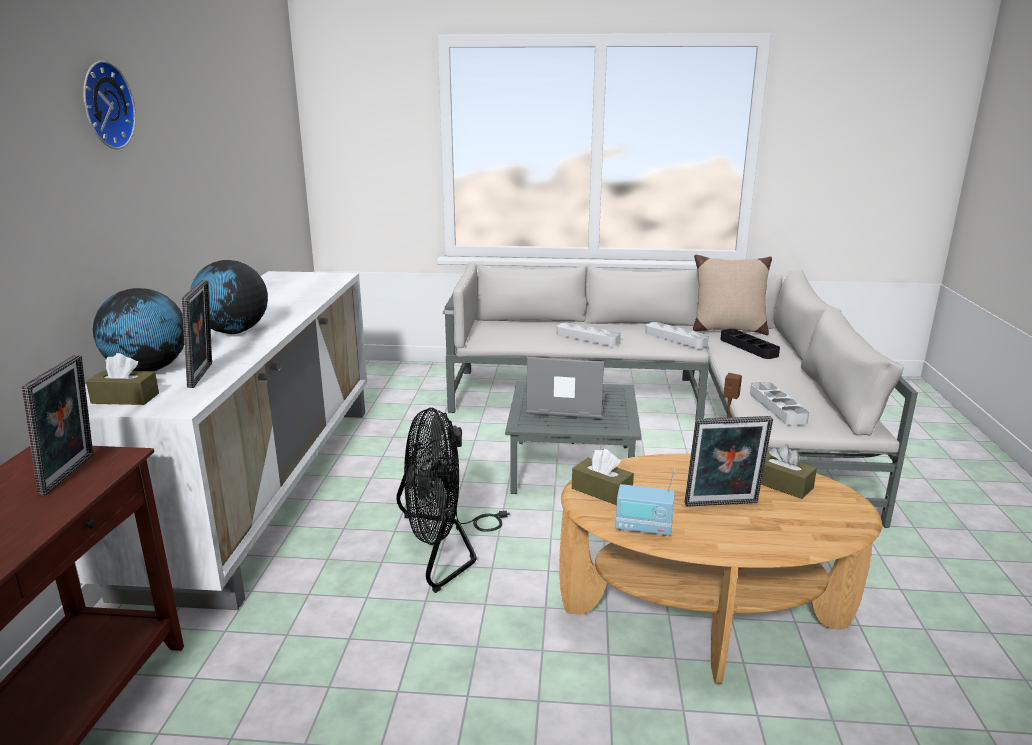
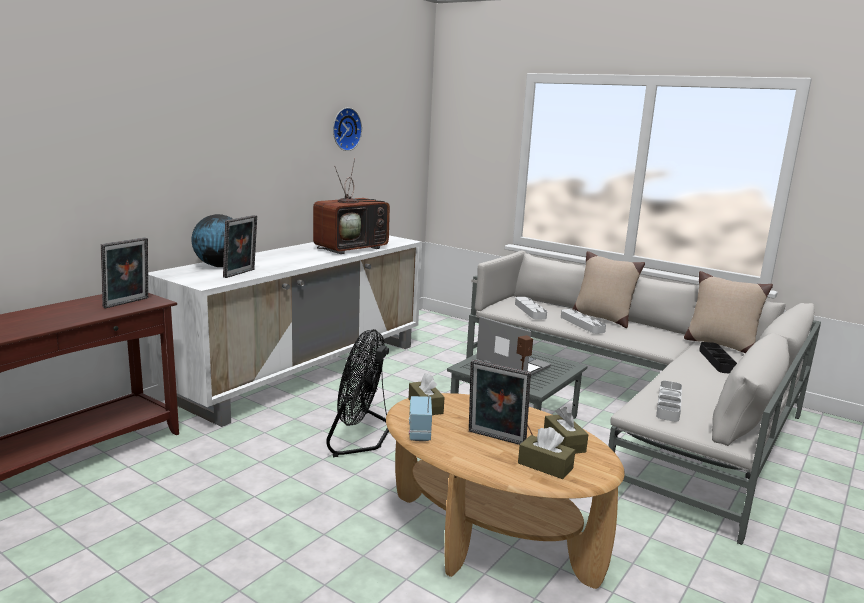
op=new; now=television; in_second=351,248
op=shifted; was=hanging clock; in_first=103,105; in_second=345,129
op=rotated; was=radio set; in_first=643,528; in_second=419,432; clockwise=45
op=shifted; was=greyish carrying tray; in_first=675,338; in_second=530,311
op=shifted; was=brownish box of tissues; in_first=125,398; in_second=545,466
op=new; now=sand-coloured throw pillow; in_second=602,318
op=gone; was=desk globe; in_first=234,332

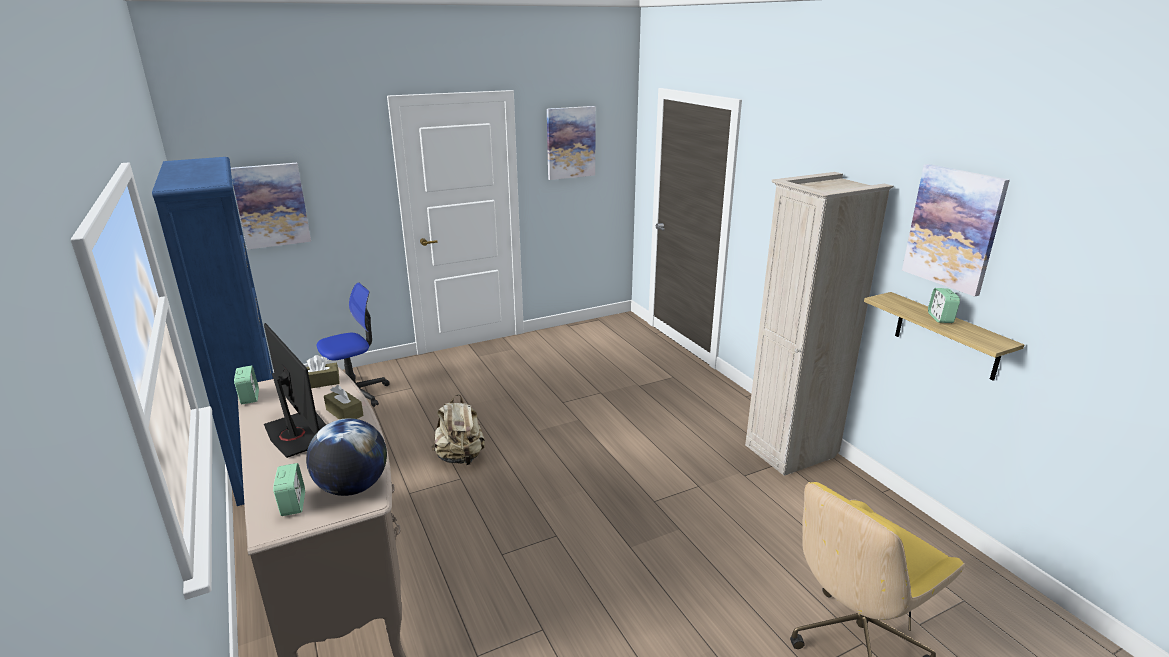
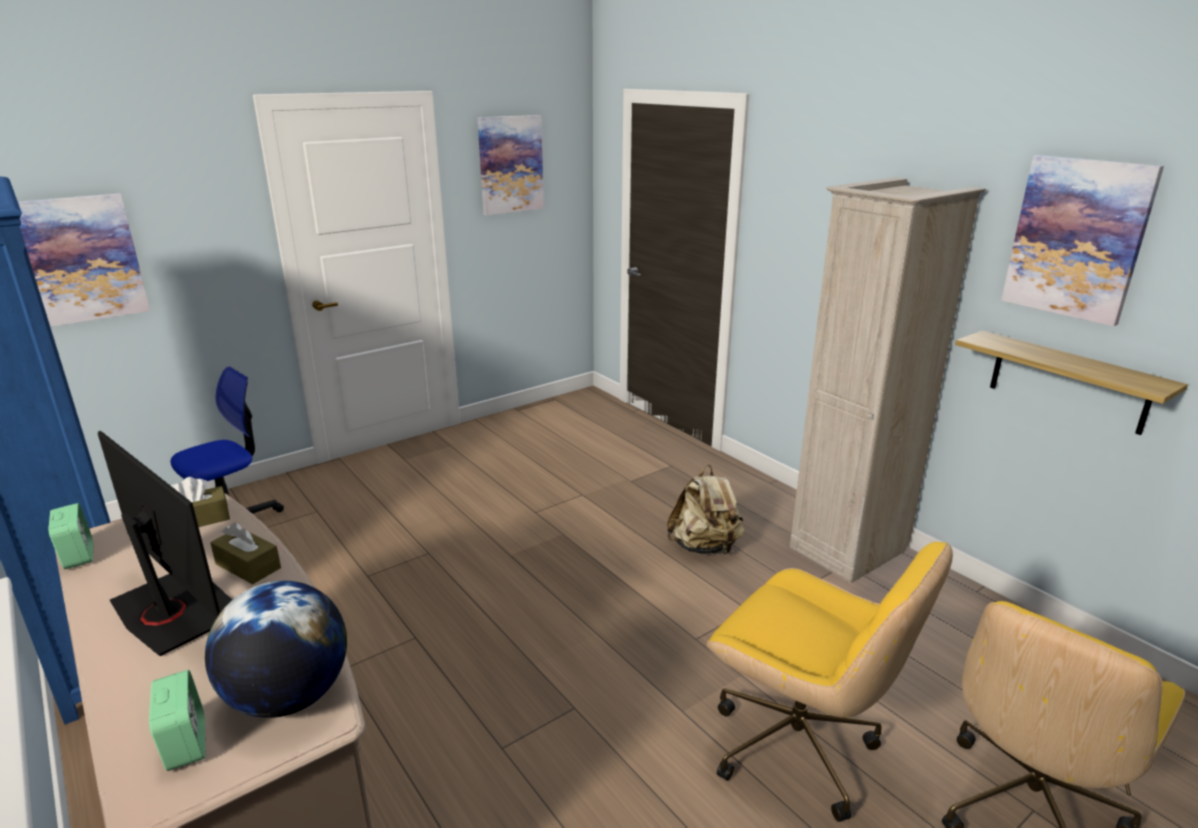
op=shifted; was=sand-coloured knapsack; in_first=460,458; in_second=704,547
op=new; now=yellow desk chair; in_second=799,753
op=gone; was=bedside clock; in_first=940,318

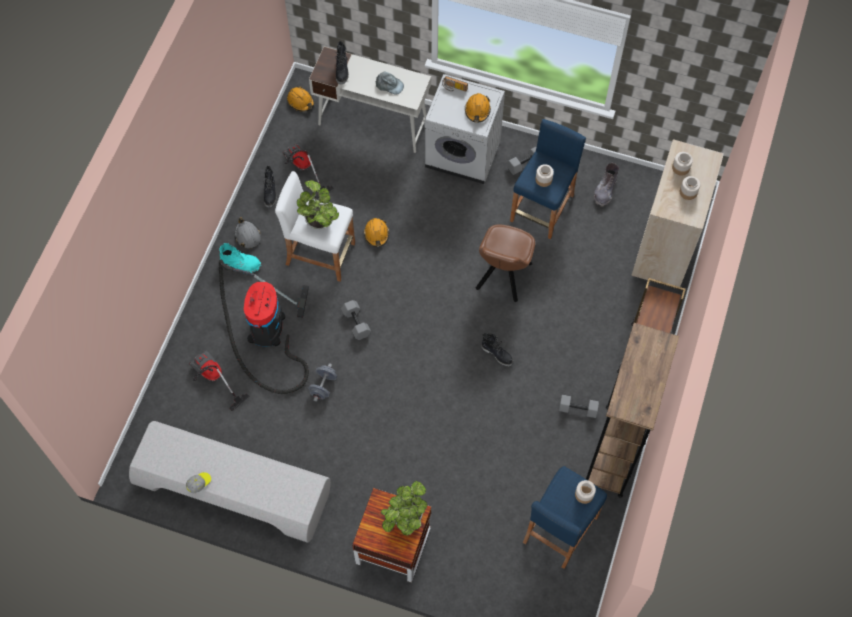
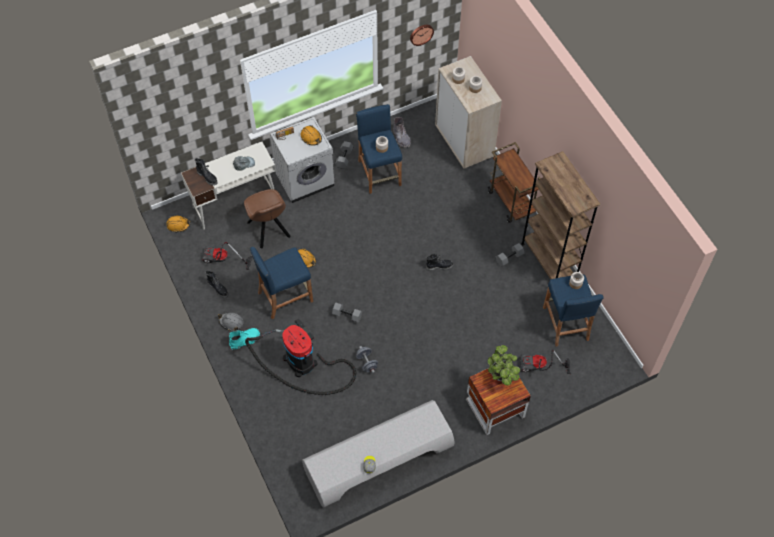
op=shifted; was=brownish chair; in_first=503,276; in_second=269,229
op=repainted; was=white-coloured stool seat; now=blue-coloured stool seat; in_first=320,254; in_second=285,296
op=new; now=hanging clock; in_second=421,34
op=shifted; was=vacuum; in_first=213,379; in_second=539,367
op=gone; was=plant in a pot; in_first=319,219

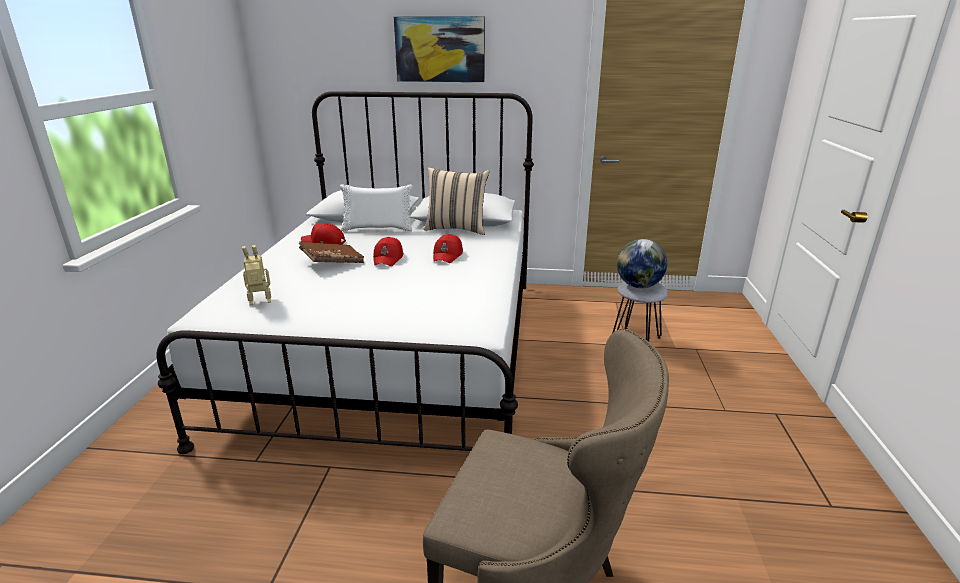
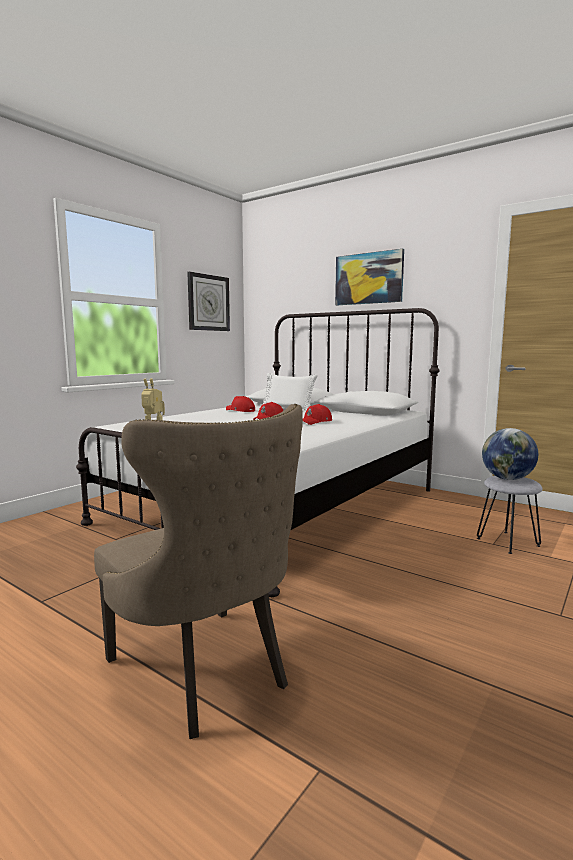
op=new; now=hanging clock; in_second=208,303
op=gone; was=brownish volume; in_first=332,262
op=gone; was=sand-coloured throw pillow; in_first=456,229

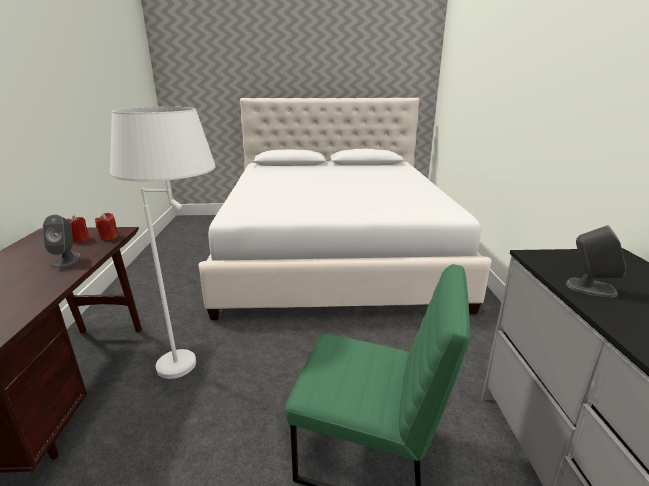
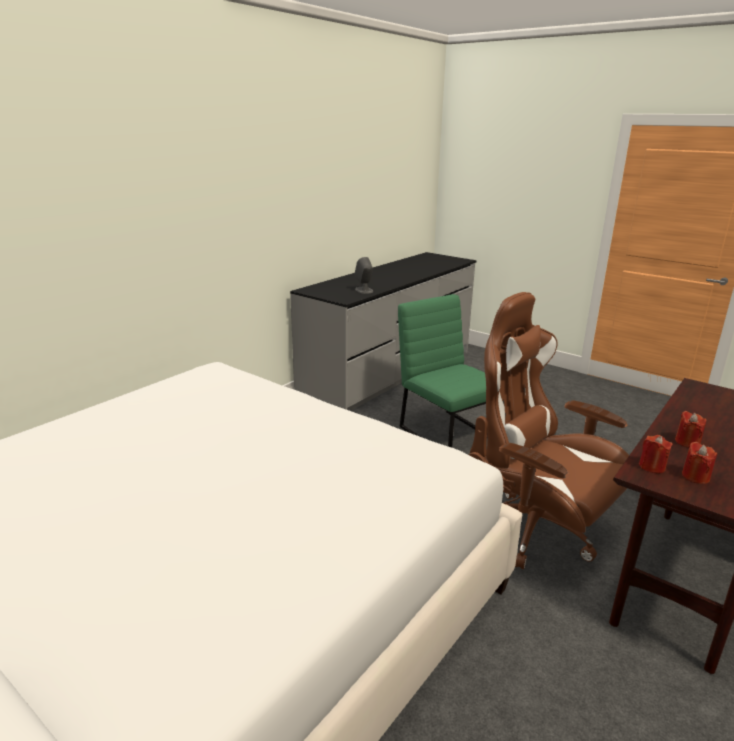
op=swapped; was=white-coloured standing lamp; now=brownish desk chair; in_first=197,366; in_second=539,534
op=swapped; was=greyish audio speaker; now=reddish candle; in_first=67,260; in_second=687,442

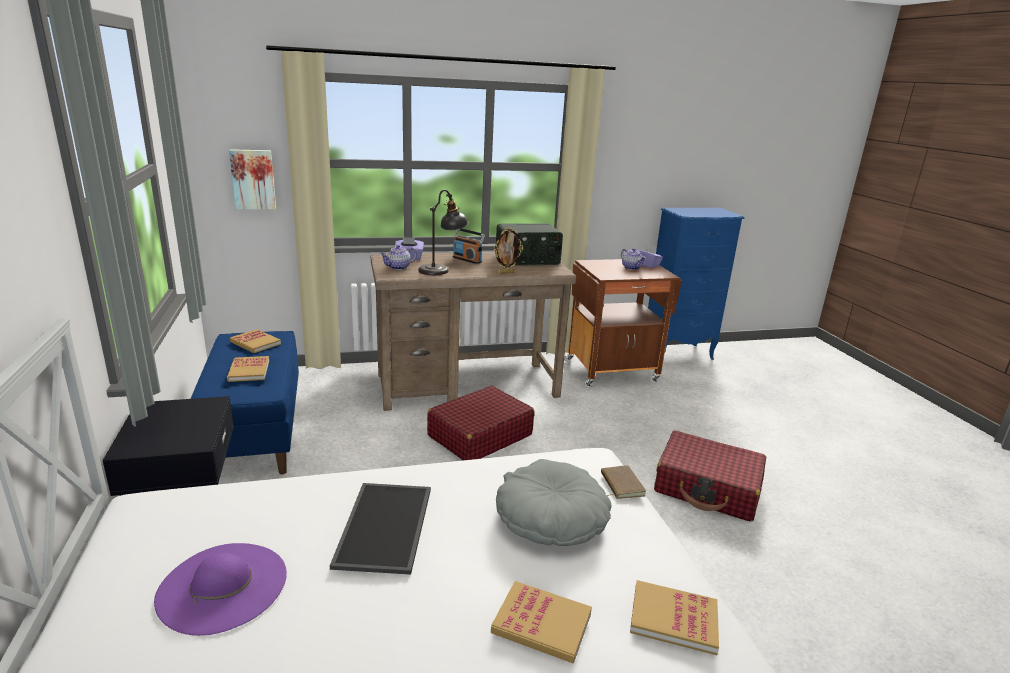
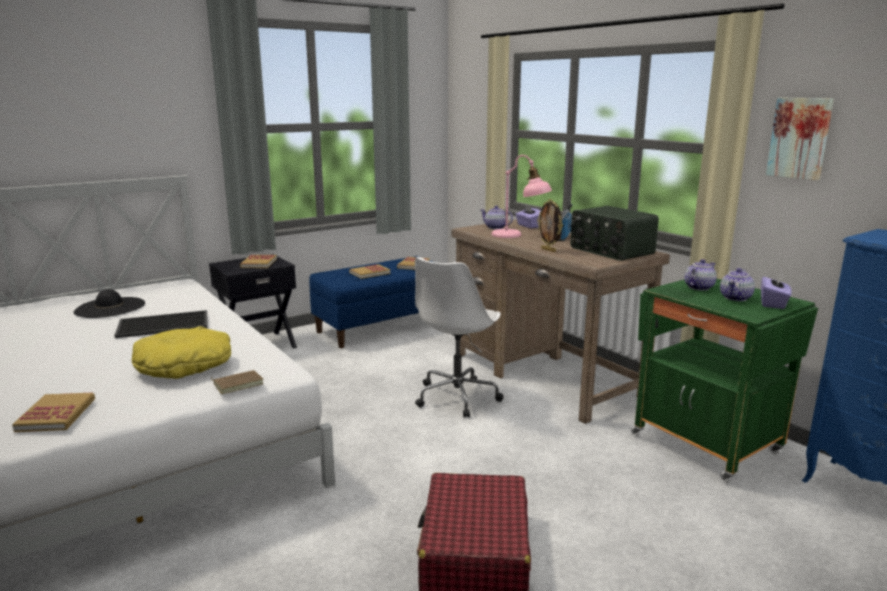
op=repainted; was=purple wearable hat; now=blackish wearable hat; in_first=222,586; in_second=110,307
op=repainted; was=greyish throw pillow; now=yellow throw pillow; in_first=549,517; in_second=184,365
op=shifted; was=volume; in_first=541,624; in_second=259,263
op=swapped; was=reddish suitcase; now=white-coloured desk chair; in_first=479,435; in_second=456,398
op=repainted; was=greyish tabletop lamp; now=pink-coloured tabletop lamp; in_first=442,268; in_second=519,235
op=repainted; was=brownish cart; now=green-coloured cart; in_first=612,371; in_second=707,446
op=new; now=teapot; in_second=698,287
op=shifted; was=wall picture; in_first=253,179; in_second=800,138

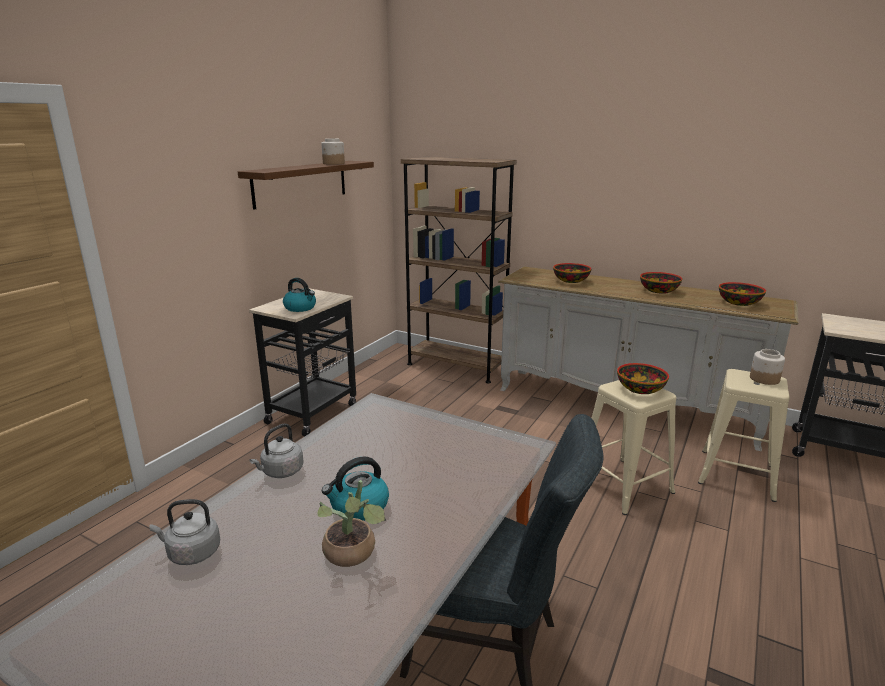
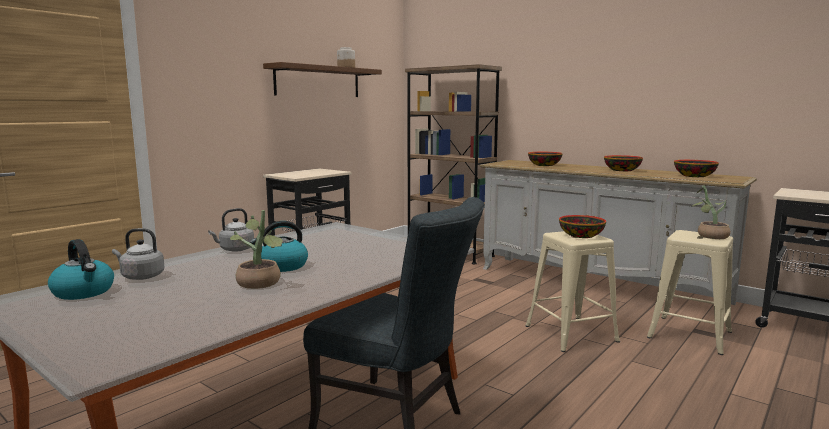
op=shifted; was=kettle; in_first=300,308; in_second=84,292
op=swapped; was=jar; now=plant in a pot; in_first=764,379; in_second=708,236

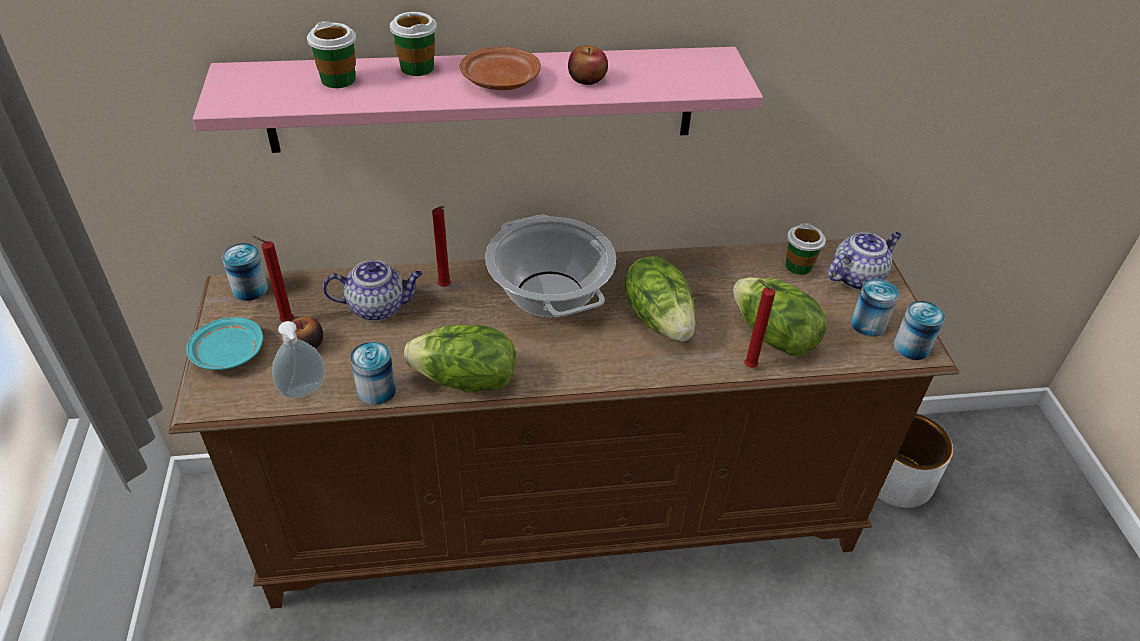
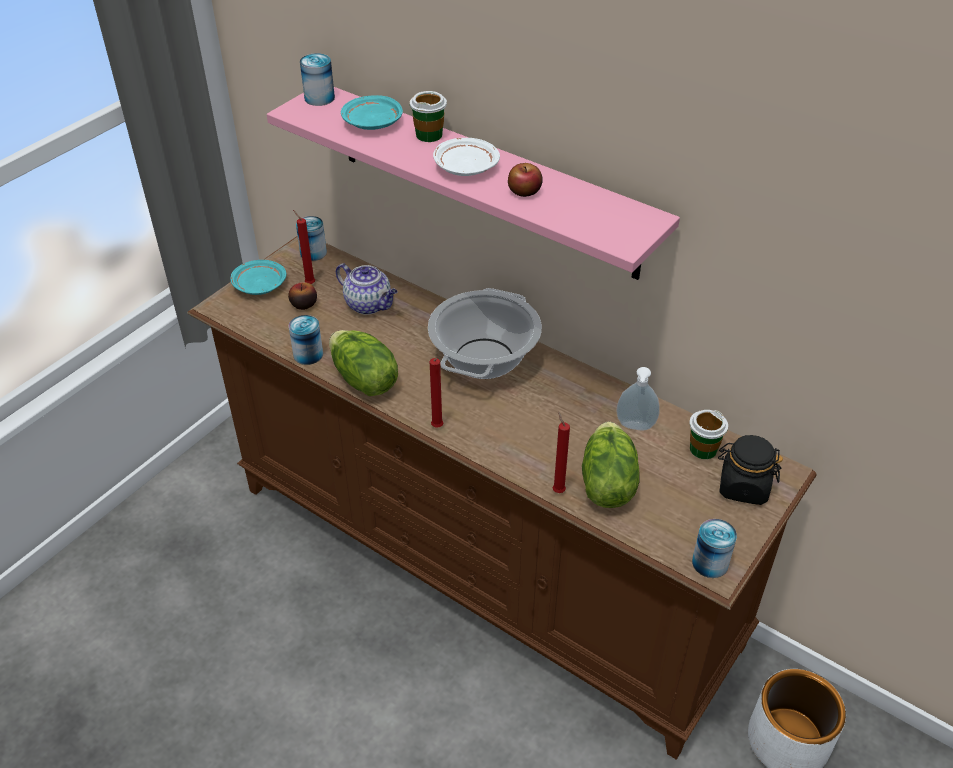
op=shifted; was=sealed can; in_first=868,324; in_second=319,98
op=swapped; was=cup; now=blue-green dinner plate; in_first=338,80; in_second=372,123
op=shifted; was=reddish candle; in_first=445,287; in_second=437,428
op=repainted; was=brownish dinner plate; now=white-coloured dinner plate; in_first=499,81; in_second=465,167
op=shifted; was=soap dispenser; in_first=304,392; in_second=635,427
op=swapped; was=teapot; now=blackish jar; in_first=857,277; in_second=743,487
op=gone; was=head of lettuce; in_first=659,318

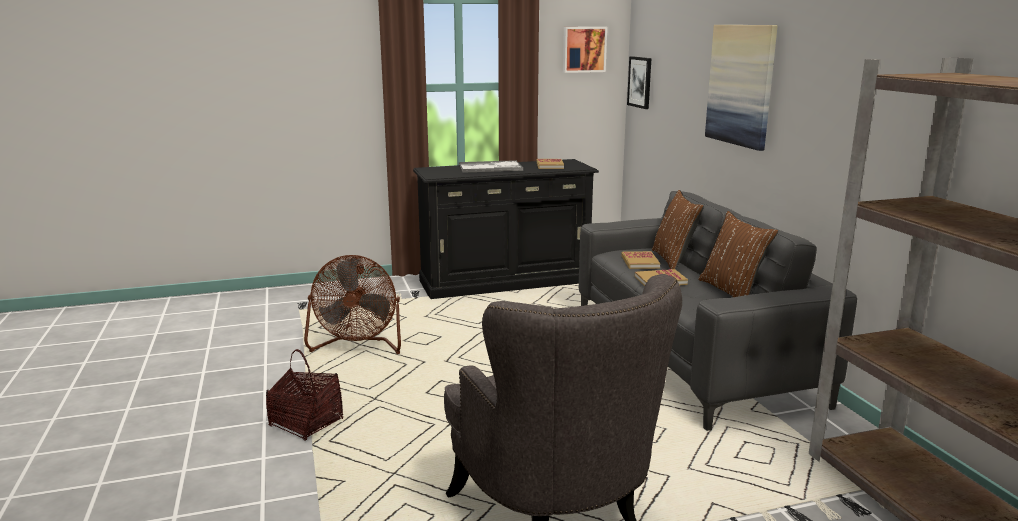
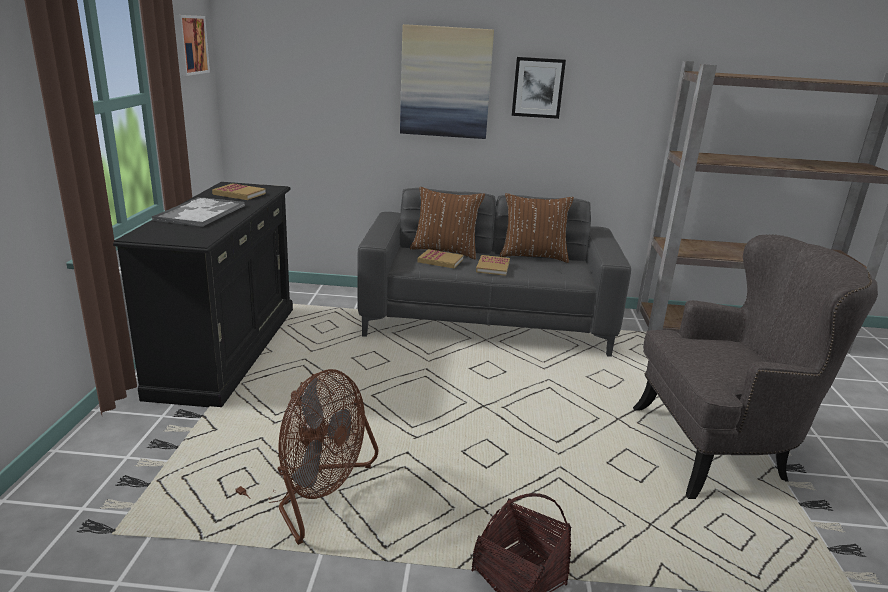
op=shifted; was=wall picture; in_first=640,82; in_second=538,87

